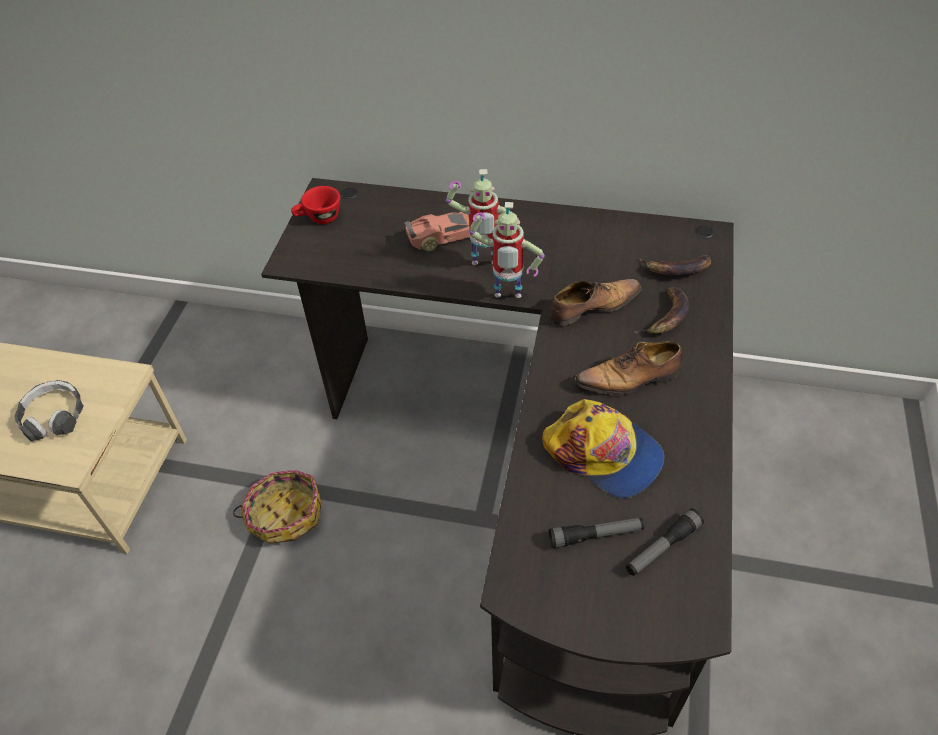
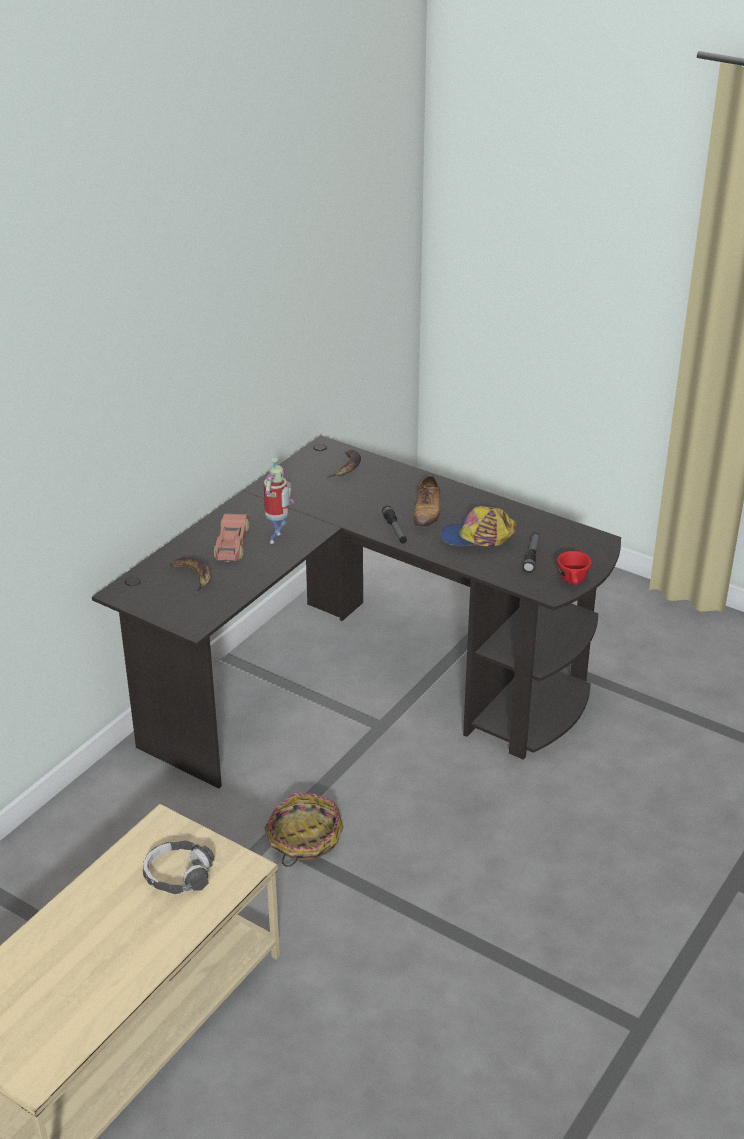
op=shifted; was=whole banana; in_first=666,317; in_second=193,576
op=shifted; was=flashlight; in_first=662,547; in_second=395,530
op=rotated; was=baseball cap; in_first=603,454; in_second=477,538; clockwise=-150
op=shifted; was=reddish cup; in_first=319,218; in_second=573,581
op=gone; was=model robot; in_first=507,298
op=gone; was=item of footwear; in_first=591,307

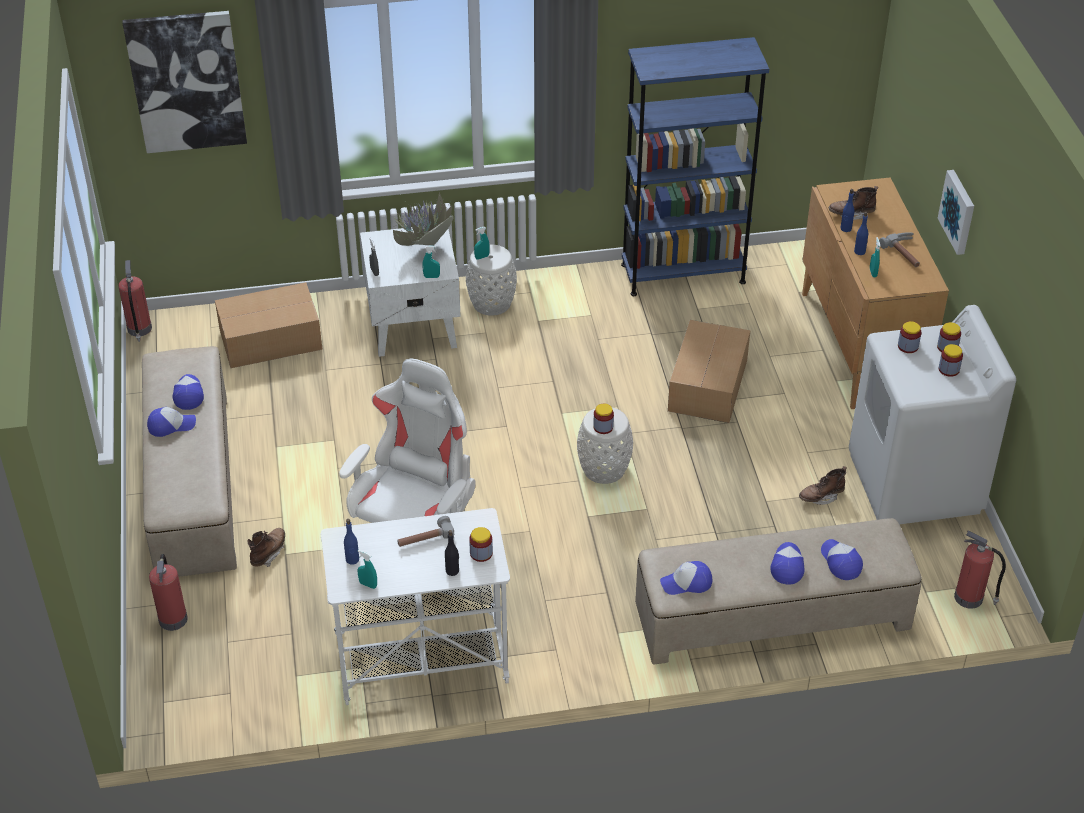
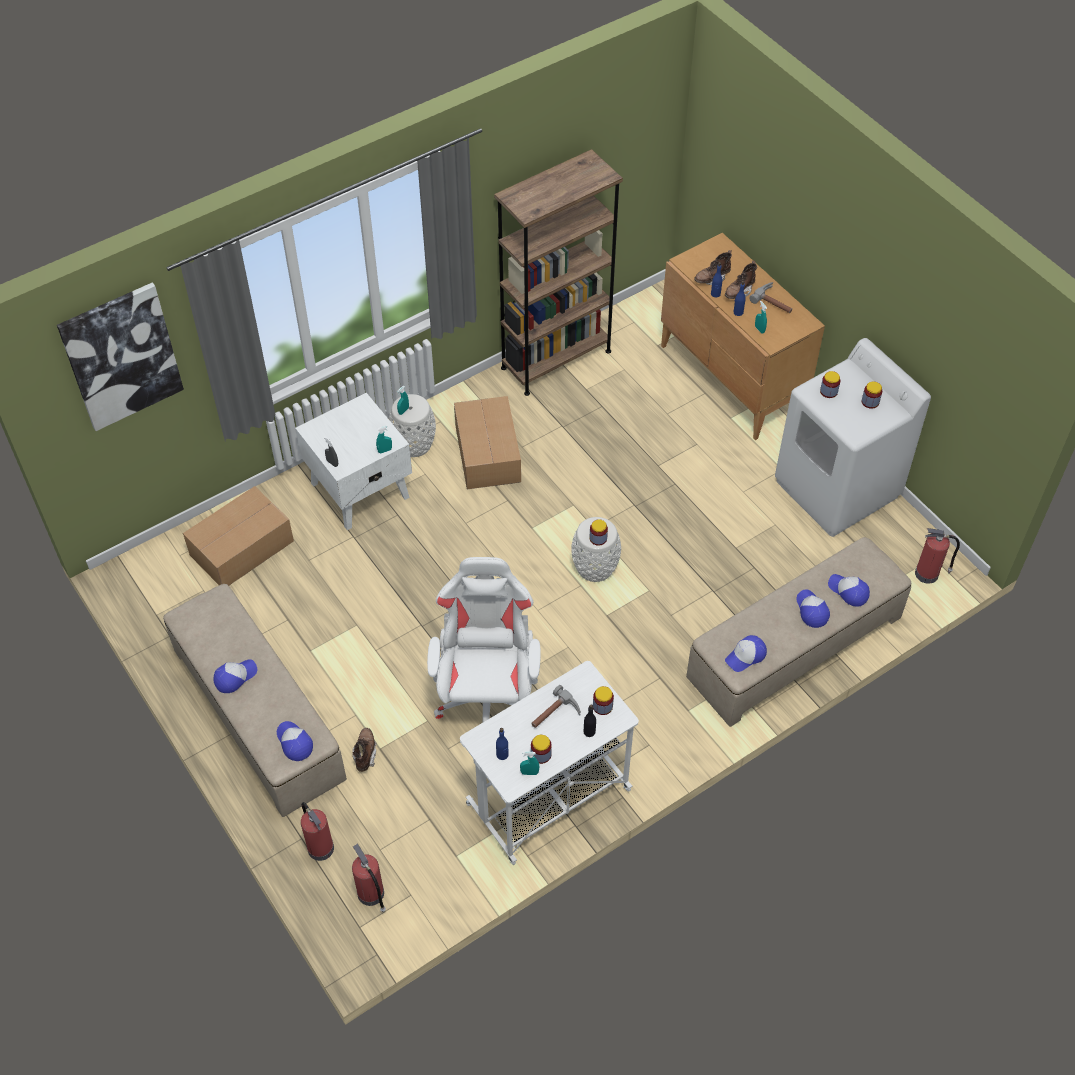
op=shifted; was=baseball cap; in_first=188,394; in_second=294,742
op=shifted; was=fire-fighting cylinder; in_first=139,329; in_second=371,894
op=shifted; was=packing box; in_first=709,384; in_second=488,452
op=repainted; was=blue-coloured bookshelf; now=brownish bookshelf; in_first=683,273; in_second=556,359
op=shifted; was=jar; in_first=947,347; in_second=541,754
op=shifted; was=brownish high-top boot; in_first=821,497; in_second=739,291
op=gone; was=plant in a pot; in_first=424,249
op=gone; was=wall picture; in_first=959,211

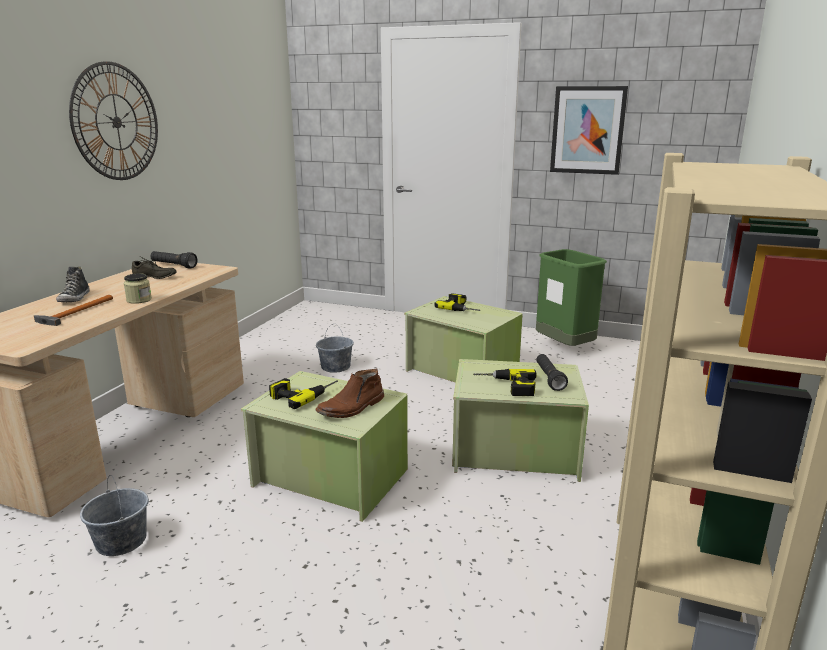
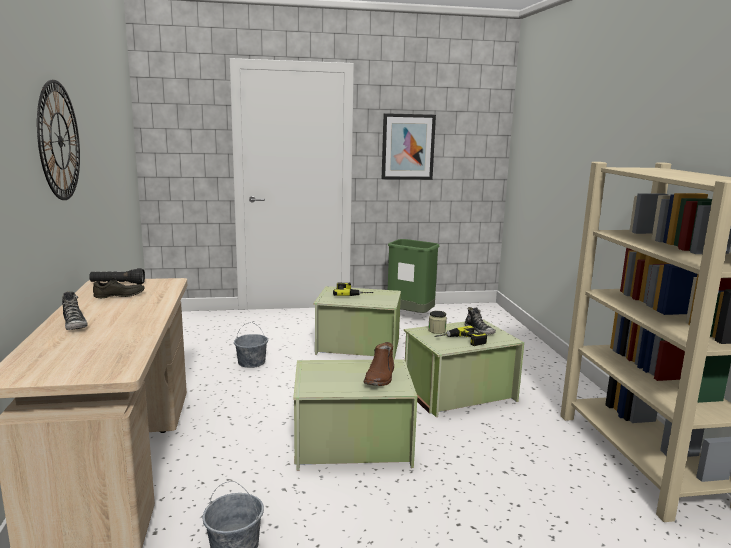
op=shifted; was=jar; in_first=139,300; in_second=437,330
op=swapped; was=blackish flashlight; now=item of footwear; in_first=549,378; in_second=479,331
op=gone; was=hammer; in_first=75,312
op=gone; was=drill; in_first=303,393

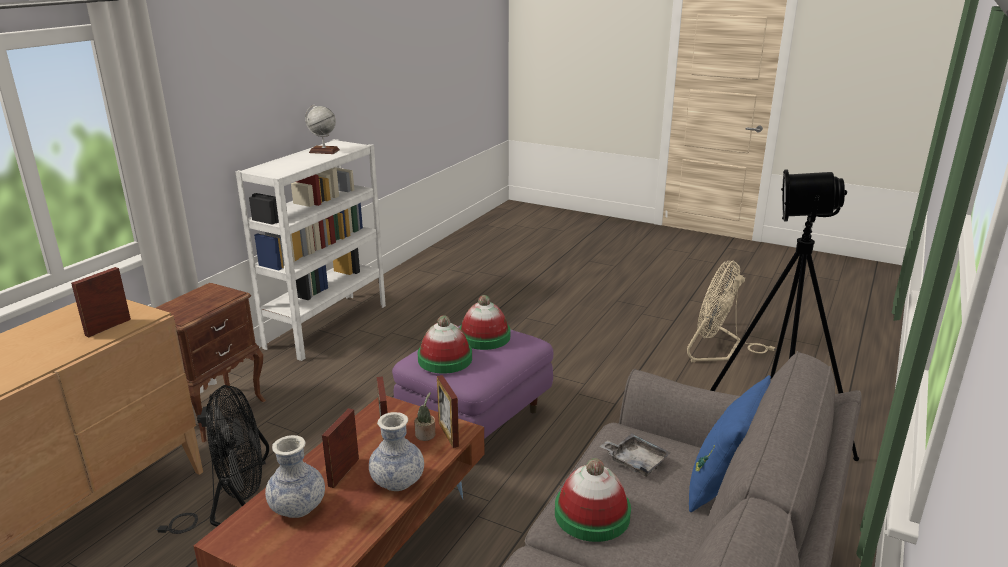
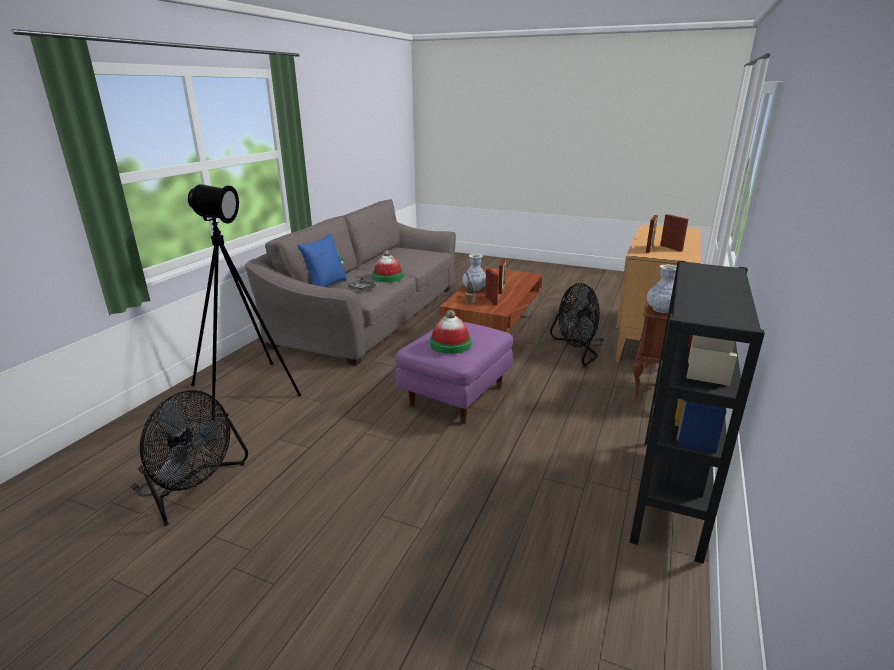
op=repainted; was=sand-coloured cooling fan; now=blackish cooling fan; in_first=722,346; in_second=189,489
op=repainted; was=white-coloured bookshelf; now=blackish bookshelf; in_first=327,326; in_second=670,494
op=shifted; was=vase; in_first=298,507; in_second=662,309
op=shifted; was=picture frame; in_first=448,434; in_second=671,248
op=gone; was=desk globe; in_first=324,151
op=gone; was=wearable hat; in_first=445,359

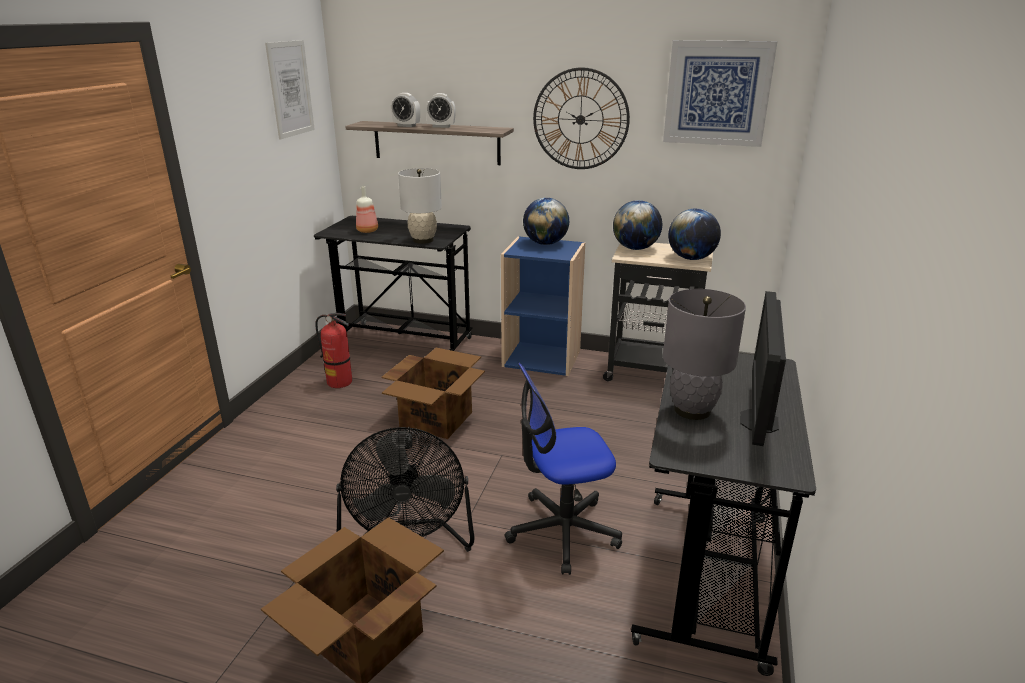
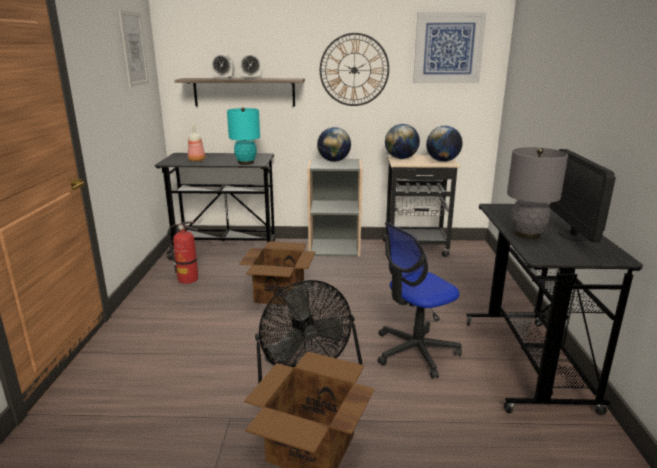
op=repainted; was=white-coloured tabletop lamp; now=blue-green tabletop lamp; in_first=423,240; in_second=245,163
op=repainted; was=blue-coloured bookshelf; now=greyish bookshelf; in_first=542,358; in_second=335,247

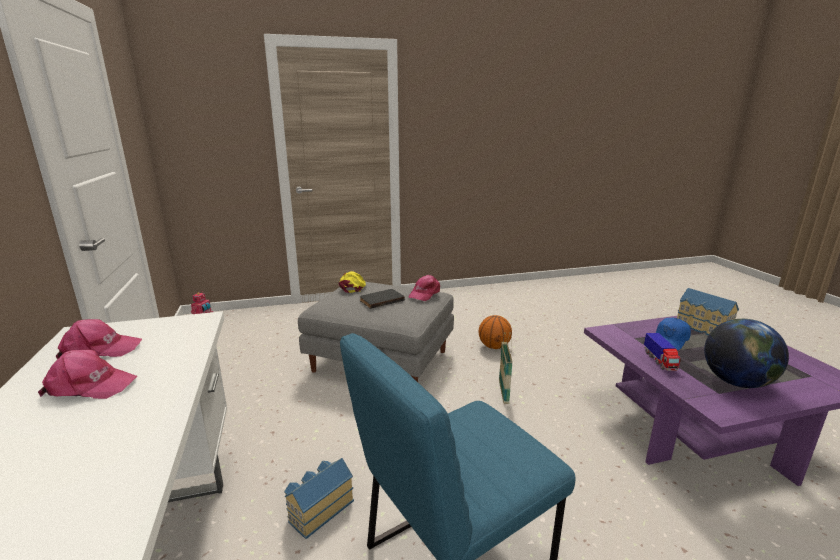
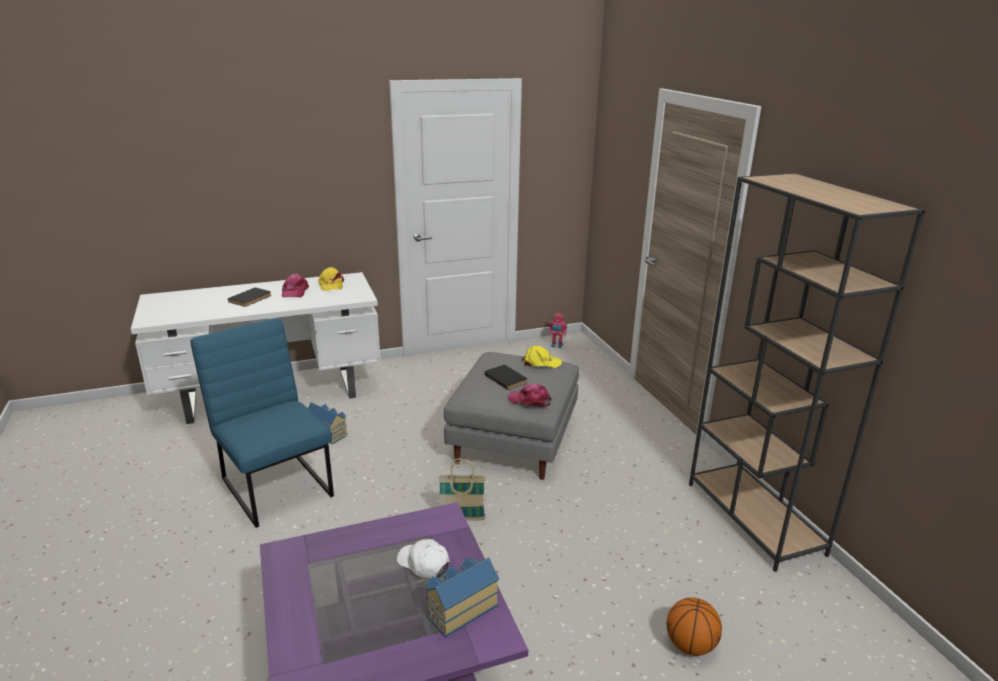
op=new; now=blackish volume; in_second=251,299
op=repainted; was=pink-coloured baseball cap; now=yellow baseball cap; in_first=100,349; in_second=331,285
op=repainted; was=blue-coloured baseball cap; now=white-coloured baseball cap; in_first=670,340; in_second=423,564
op=shifted; was=basketball ball; in_first=494,346; in_second=690,645
op=new; now=bookshelf; in_second=755,518
op=gone; was=toy lorry; in_first=660,361
op=gone; was=desk globe; in_first=736,382

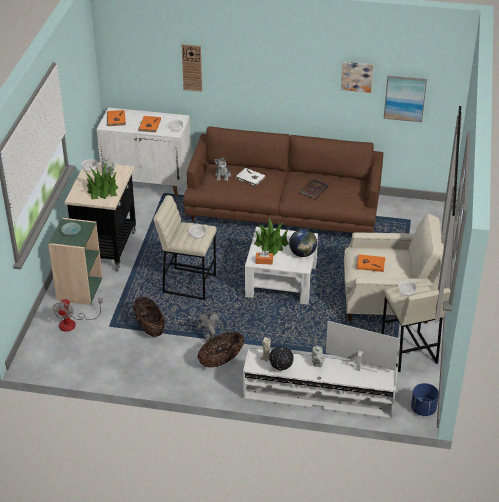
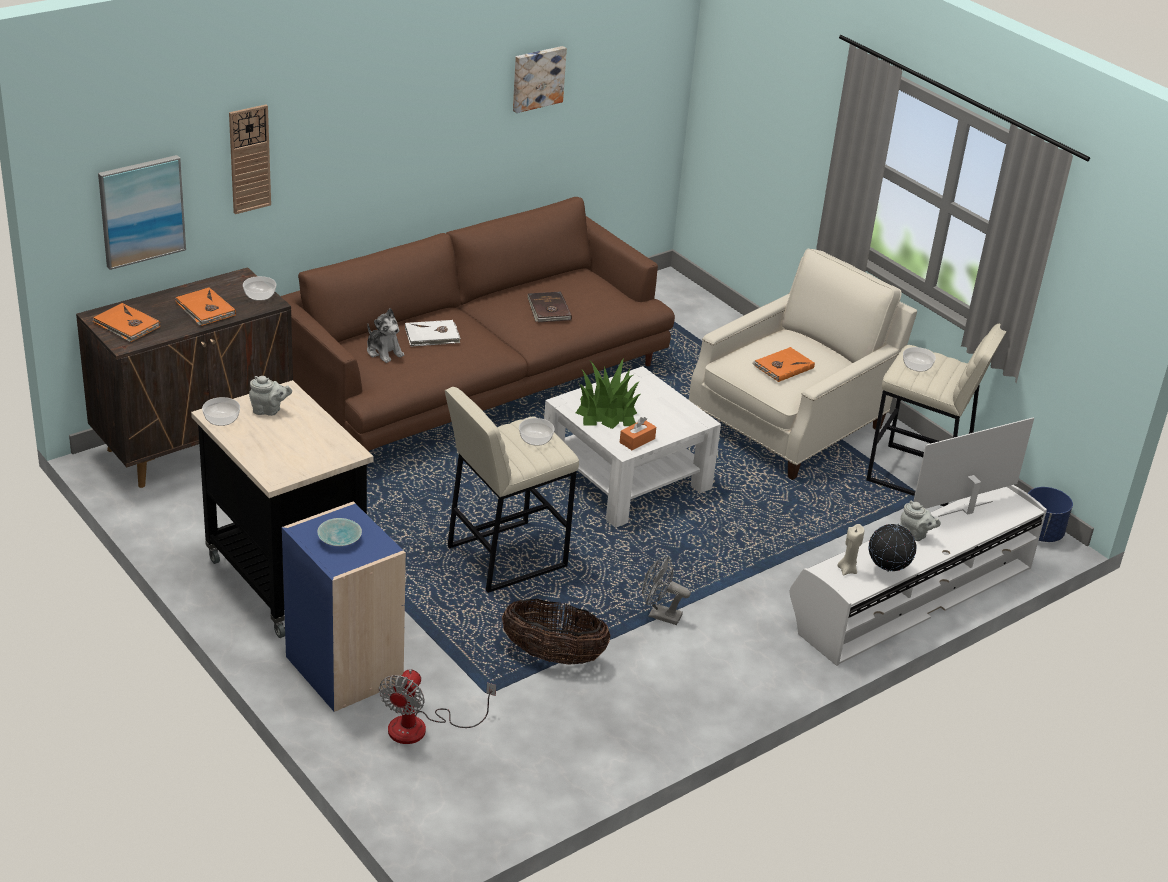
op=repainted; was=white-coloured storage cabinet; now=brownish storage cabinet; in_first=148,183; in_second=195,445
op=shifted; was=wall picture; in_first=405,98; in_second=141,211
op=repainted; was=green-coloured bookshelf; now=blue-coloured bookshelf; in_first=79,288; in_second=342,669
op=rotated; was=cooling fan; in_first=73,323; in_second=421,728; clockwise=60
op=gone; was=plant in a pot; in_first=102,190
op=gone; was=household basket; in_first=221,360
op=gone; was=desk globe; in_first=302,253

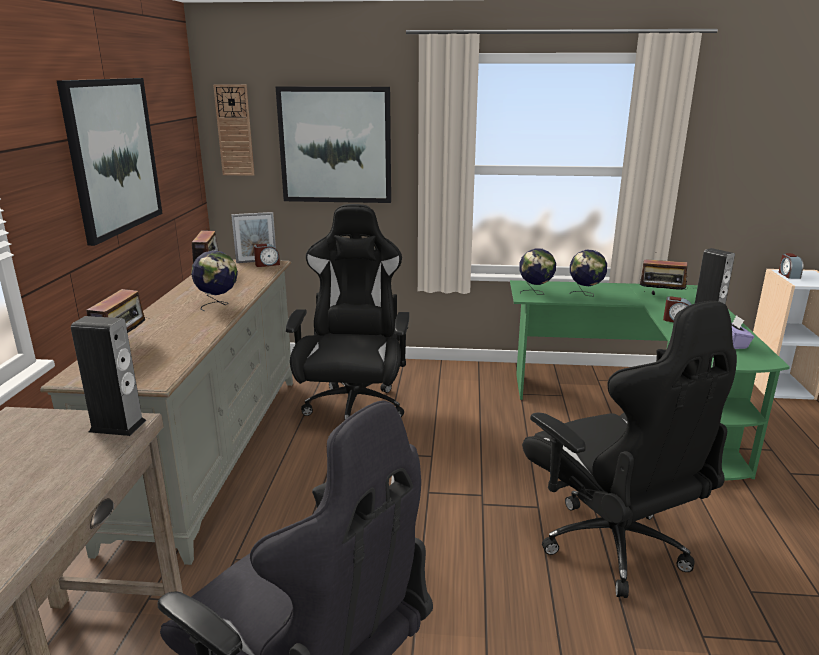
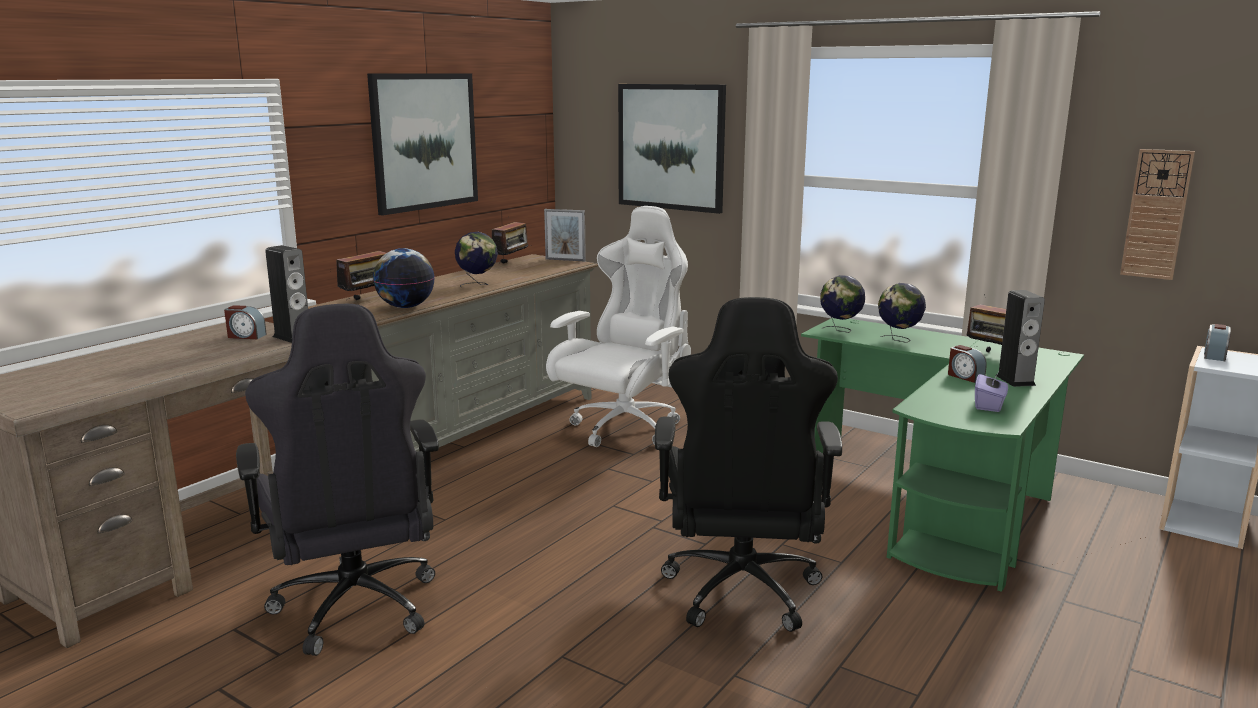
op=shifted; was=bedside clock; in_first=267,264; in_second=246,336
op=new; now=desk globe; in_second=406,307
op=repainted; was=blackish desk chair; now=white-coloured desk chair; in_first=354,411; in_second=621,431
op=shifted; was=hanging clock; in_first=234,130; in_second=1156,214

